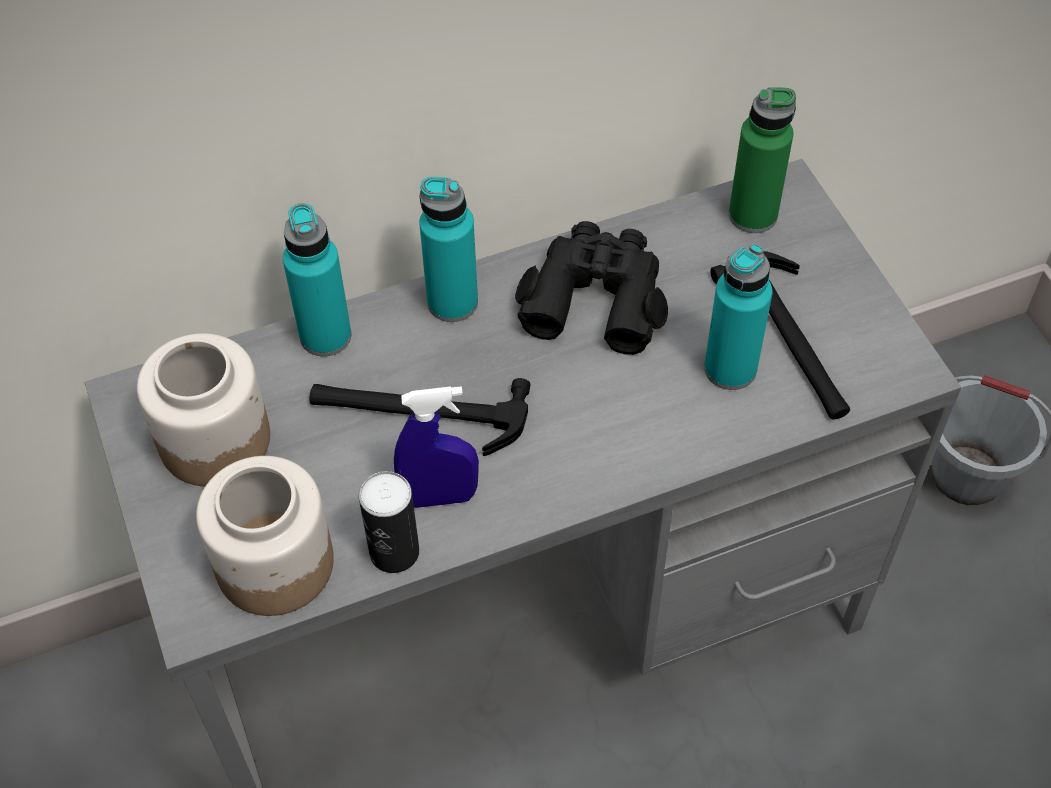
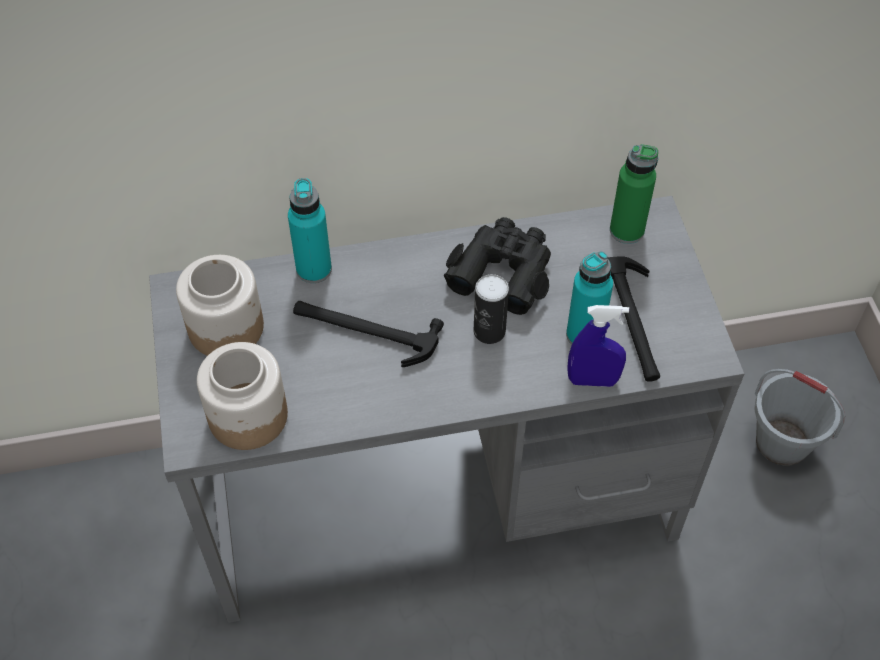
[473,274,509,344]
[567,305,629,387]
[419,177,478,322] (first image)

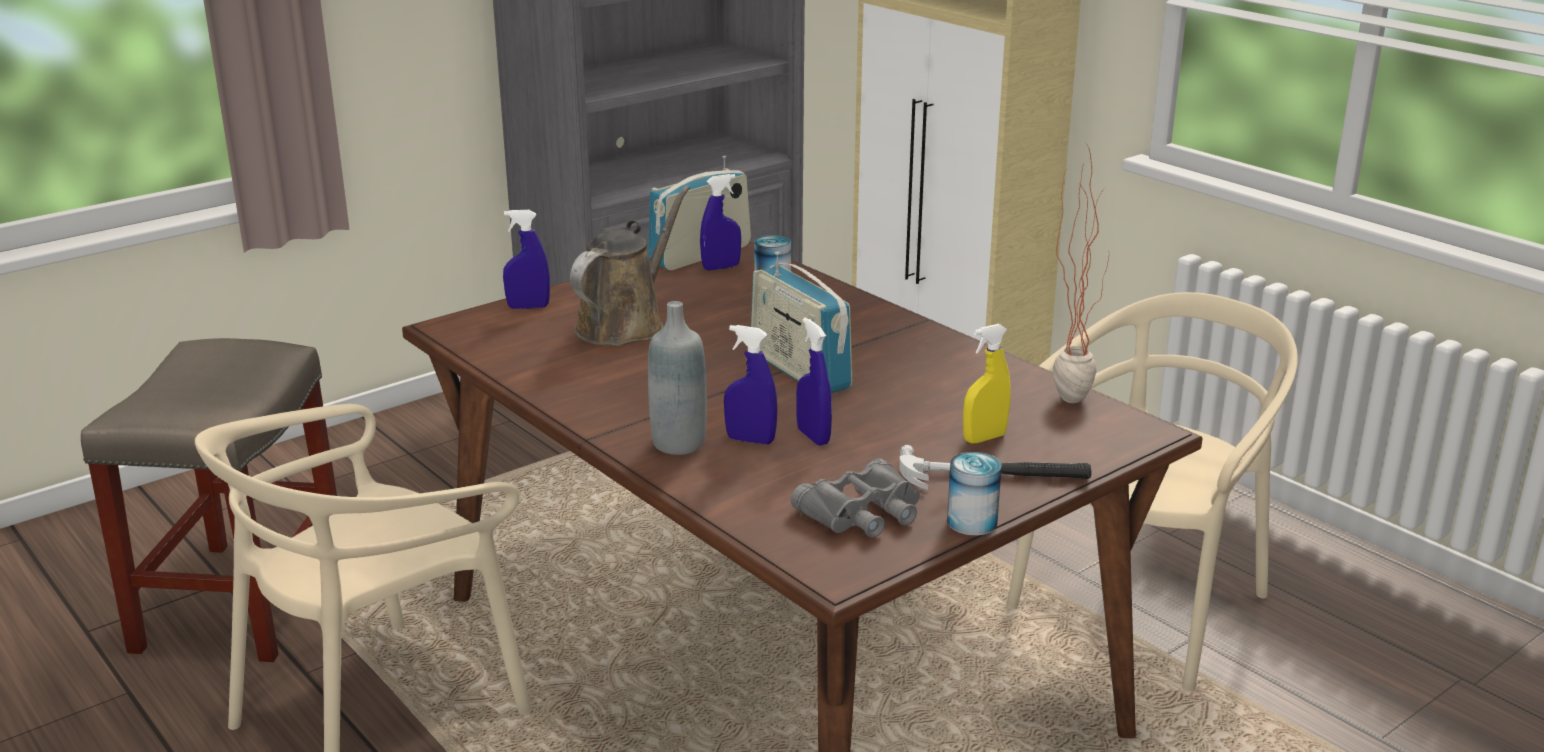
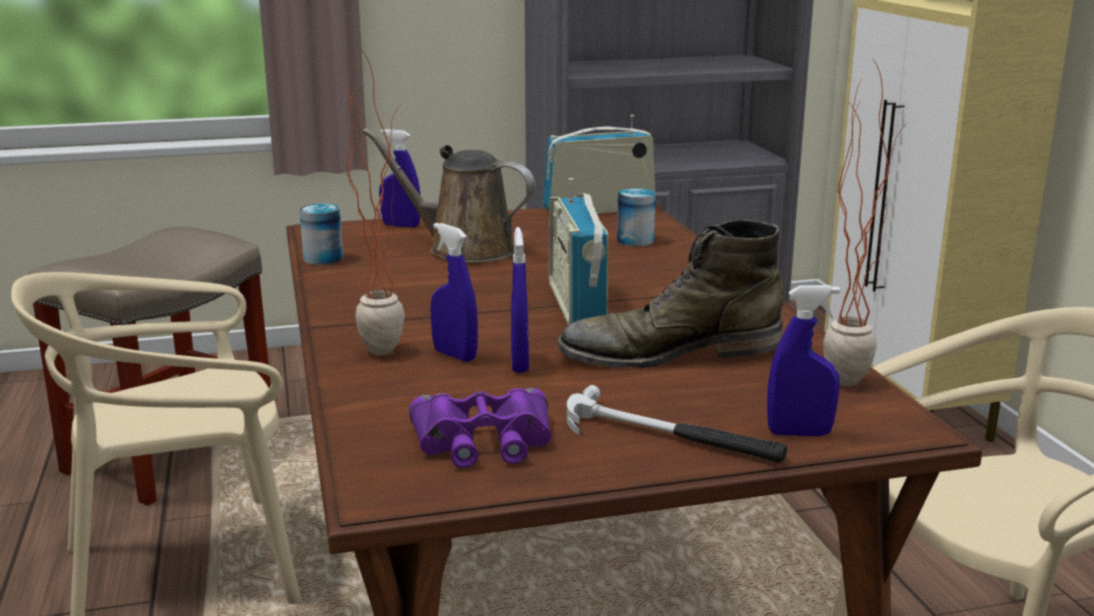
[300,203,343,265]
[344,46,405,355]
[362,128,536,263]
[409,388,551,468]
[557,220,784,368]
[767,285,840,437]
[963,324,1011,443] (first image)

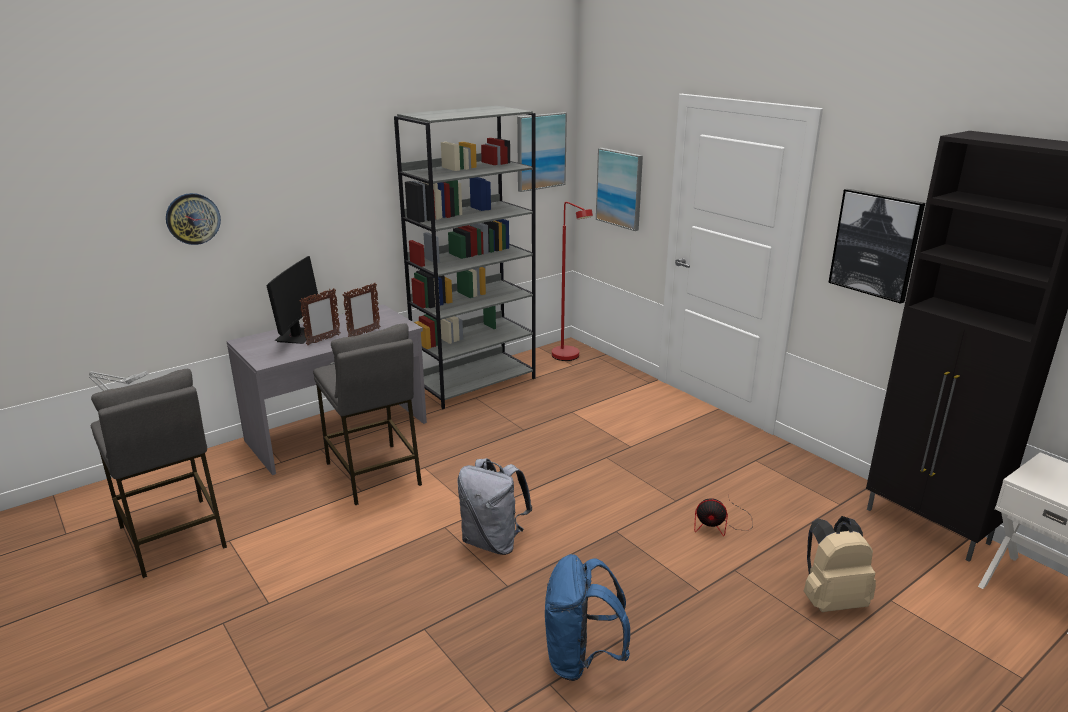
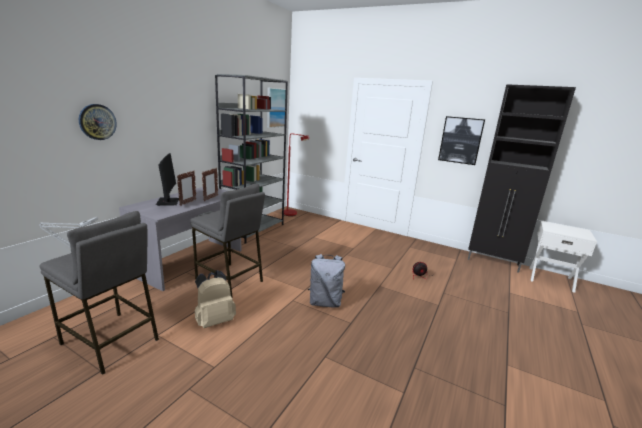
[195,271,236,328]
[545,554,630,681] (first image)
[596,148,643,231] (first image)

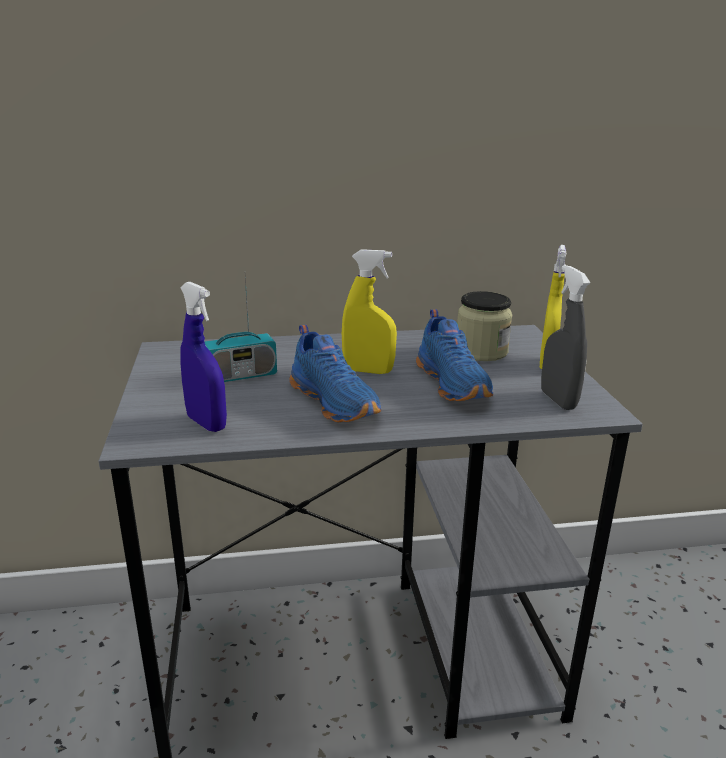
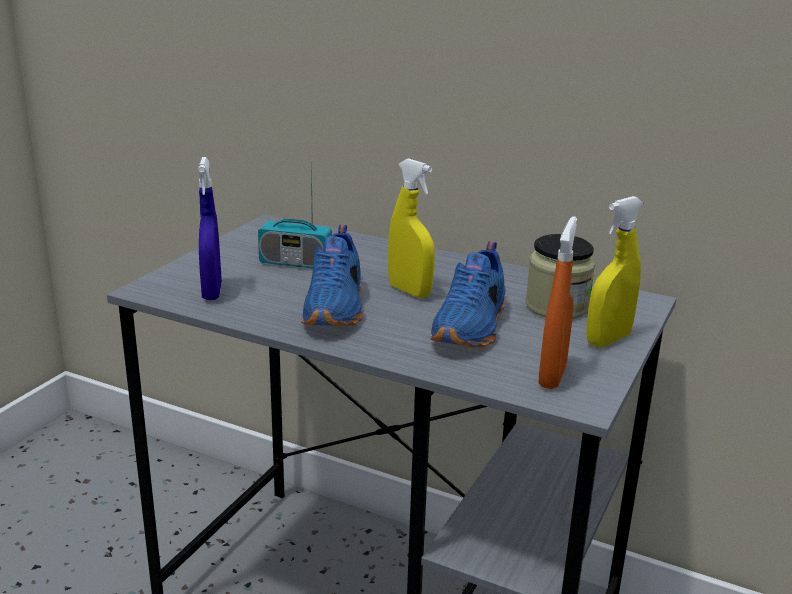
[539,216,577,389]

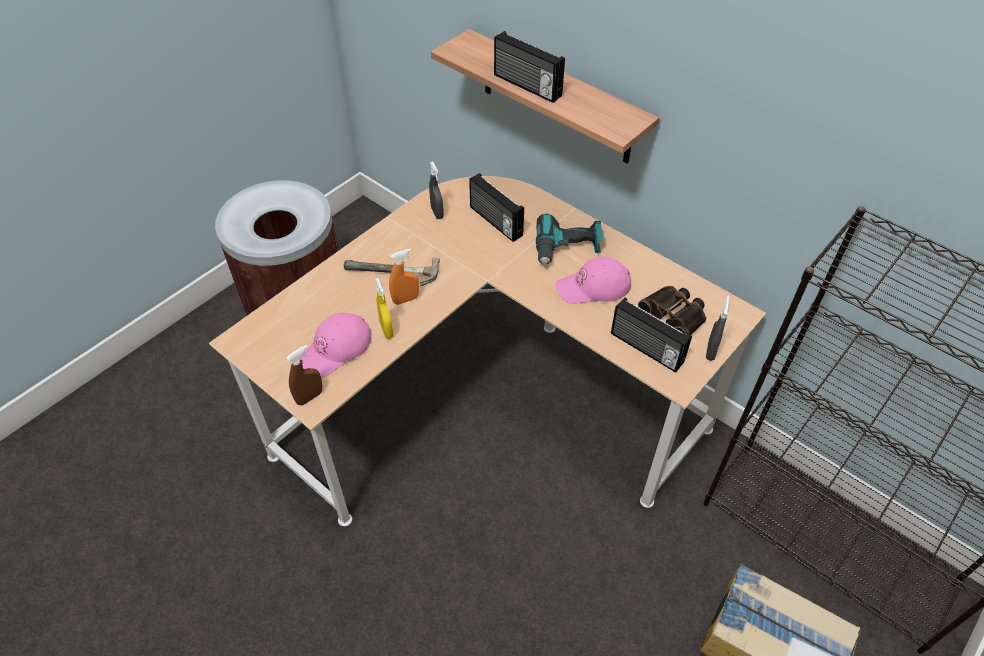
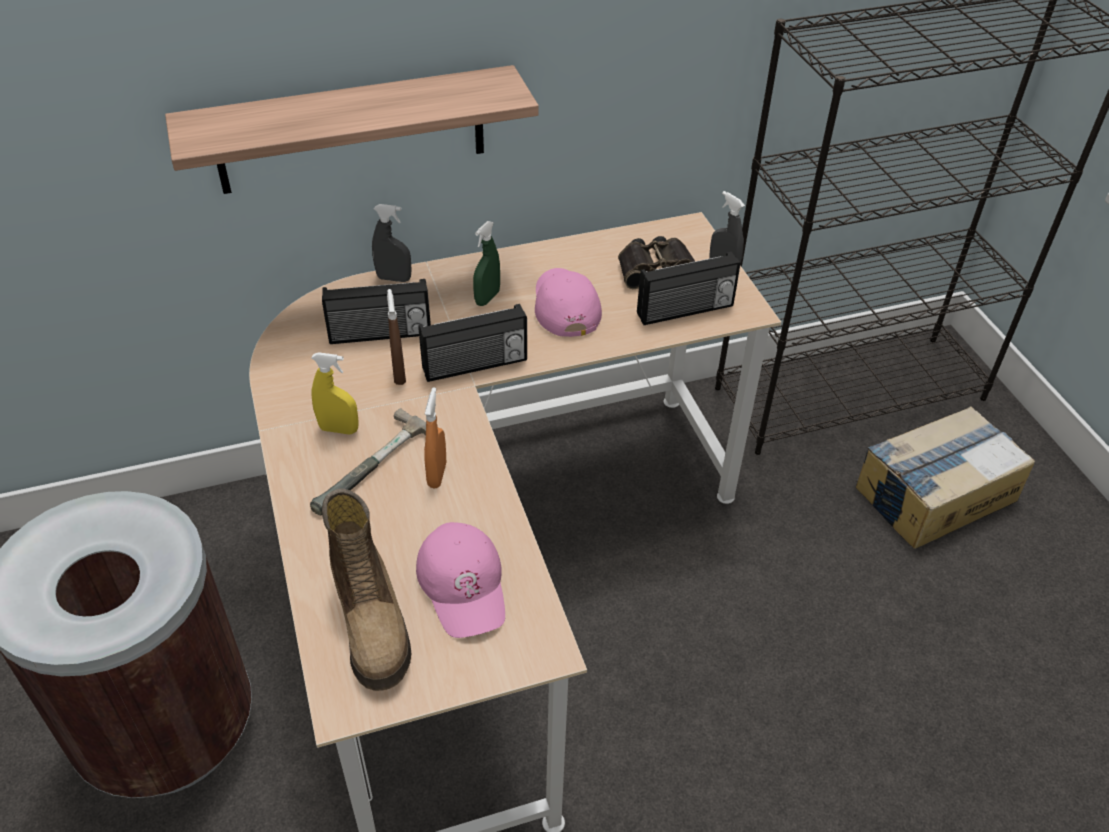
[311,352,358,434]
[322,489,411,691]
[372,204,412,282]
[387,289,406,385]
[418,304,527,382]
[473,221,500,306]
[535,268,602,337]

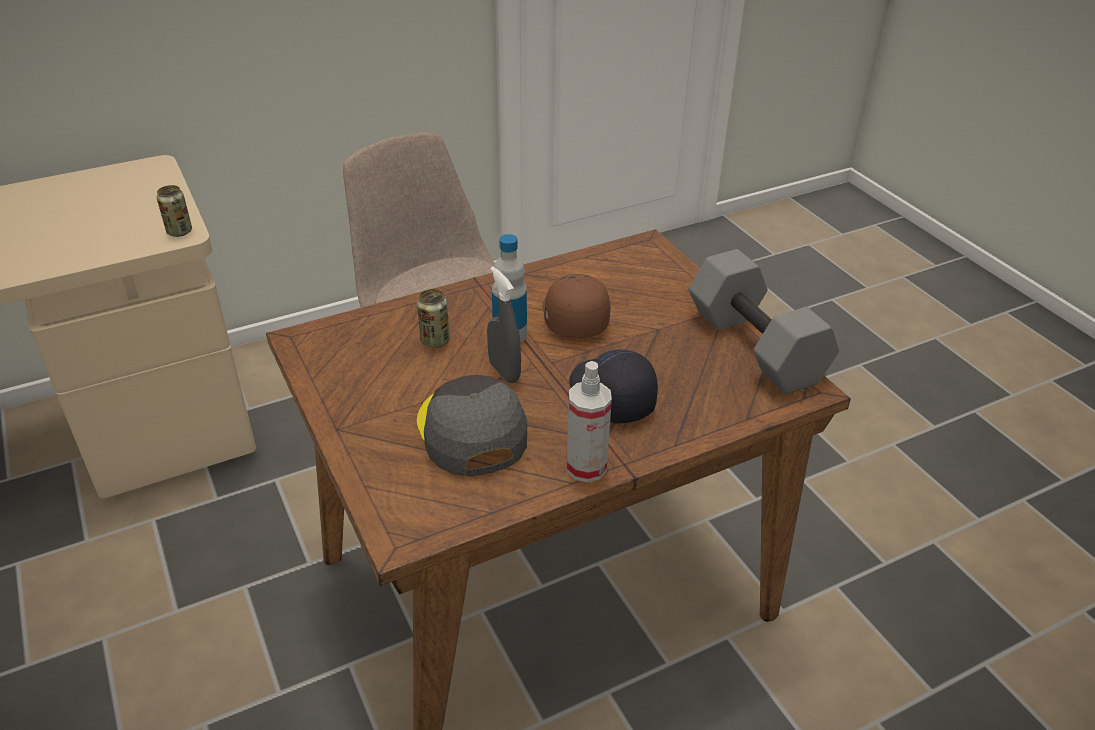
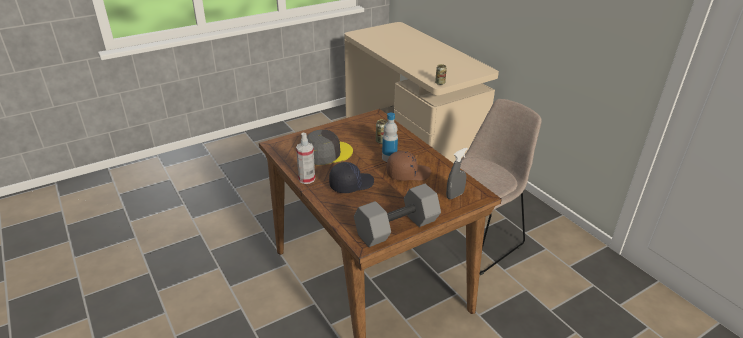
[446,148,468,199]

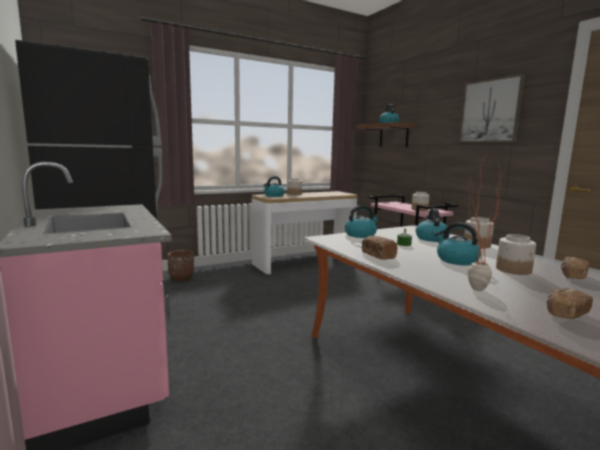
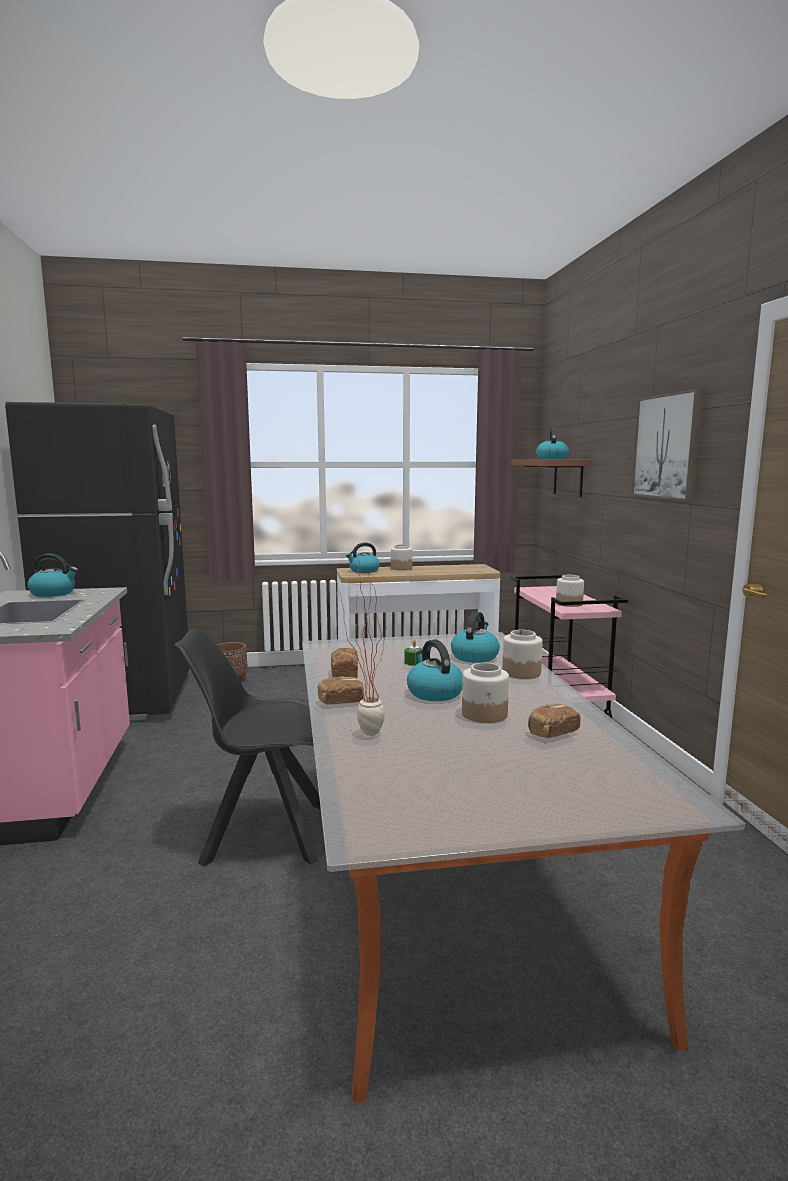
[27,553,78,597]
[175,628,320,866]
[318,677,364,704]

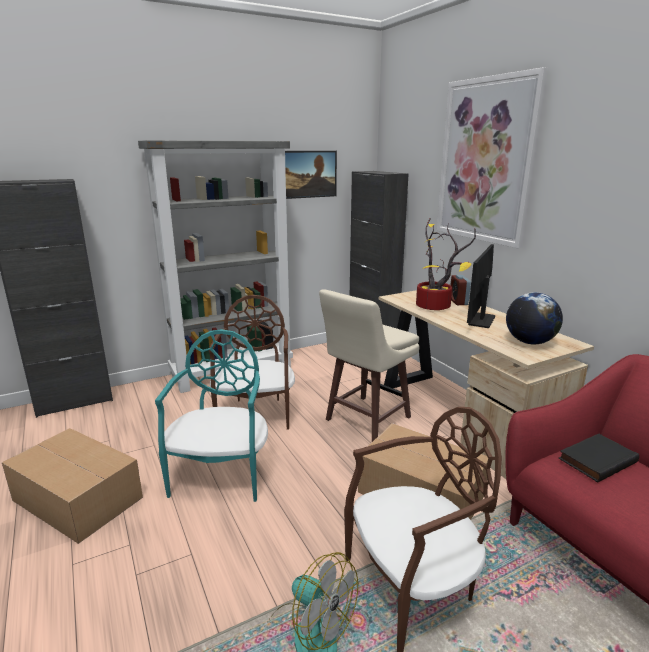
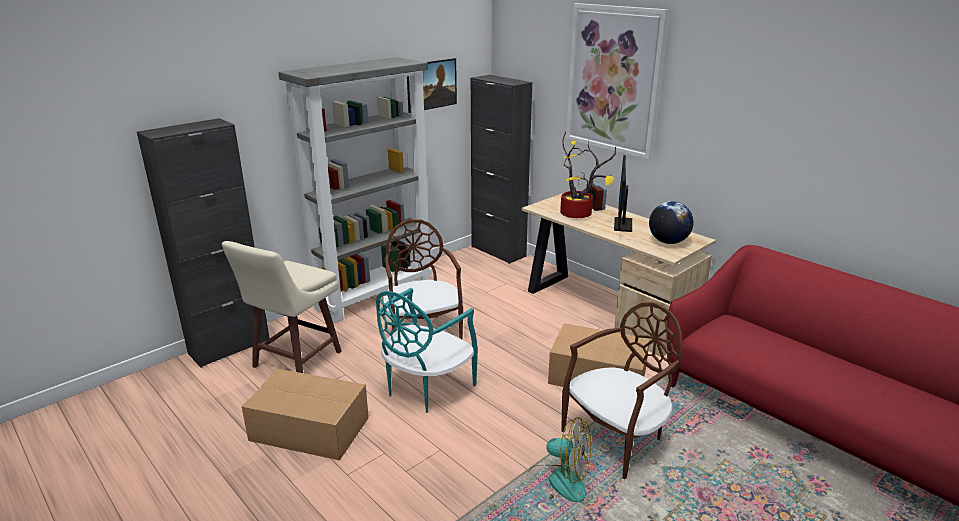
[222,241,342,373]
[376,288,478,413]
[558,434,639,483] (first image)

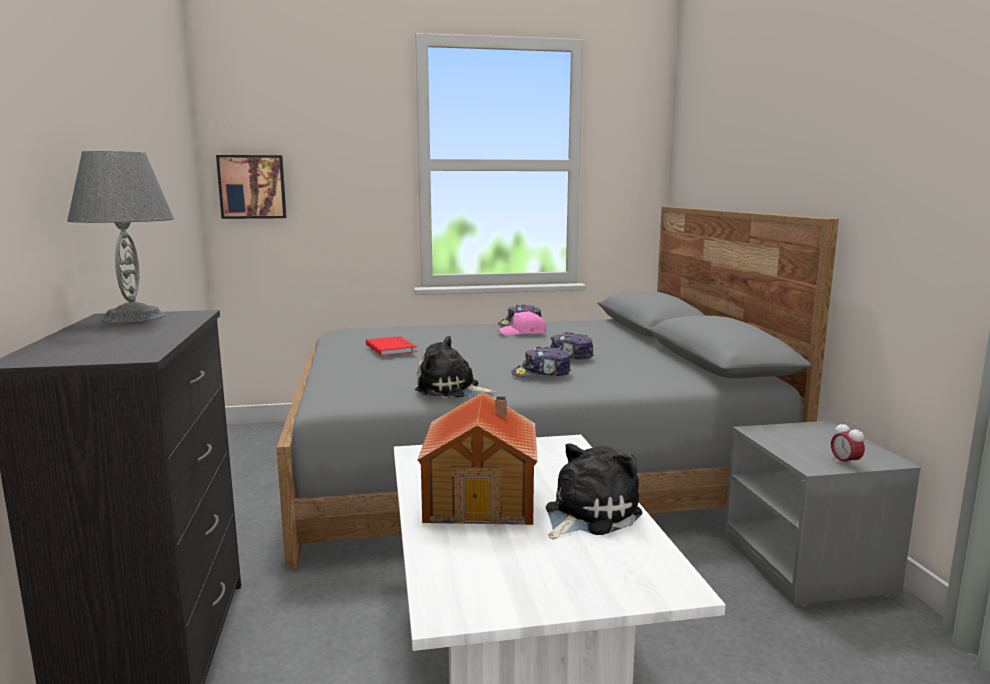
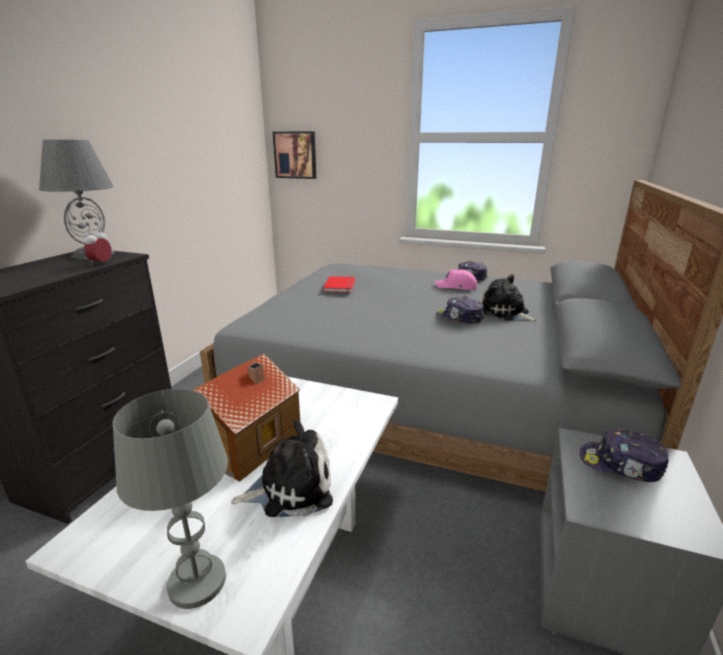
[84,229,112,266]
[113,389,228,609]
[482,274,539,322]
[580,429,669,482]

